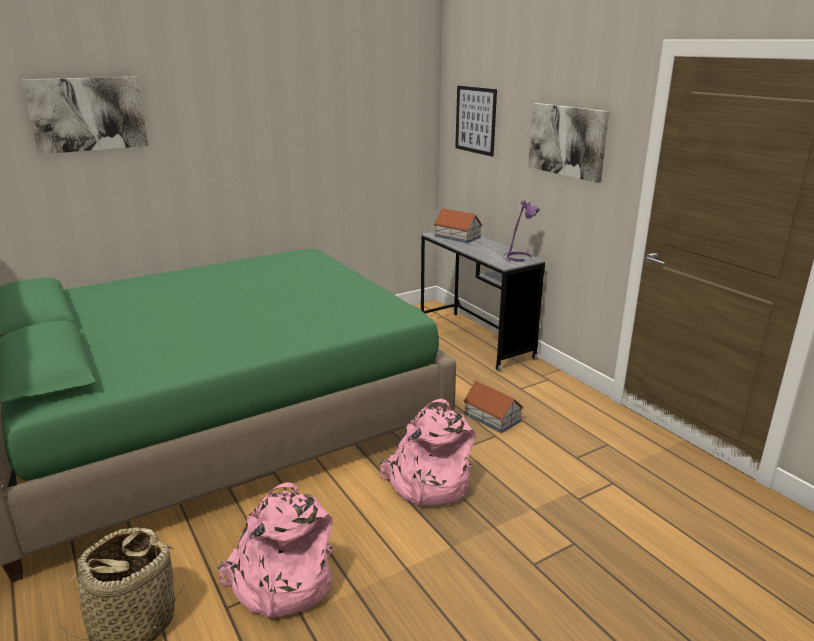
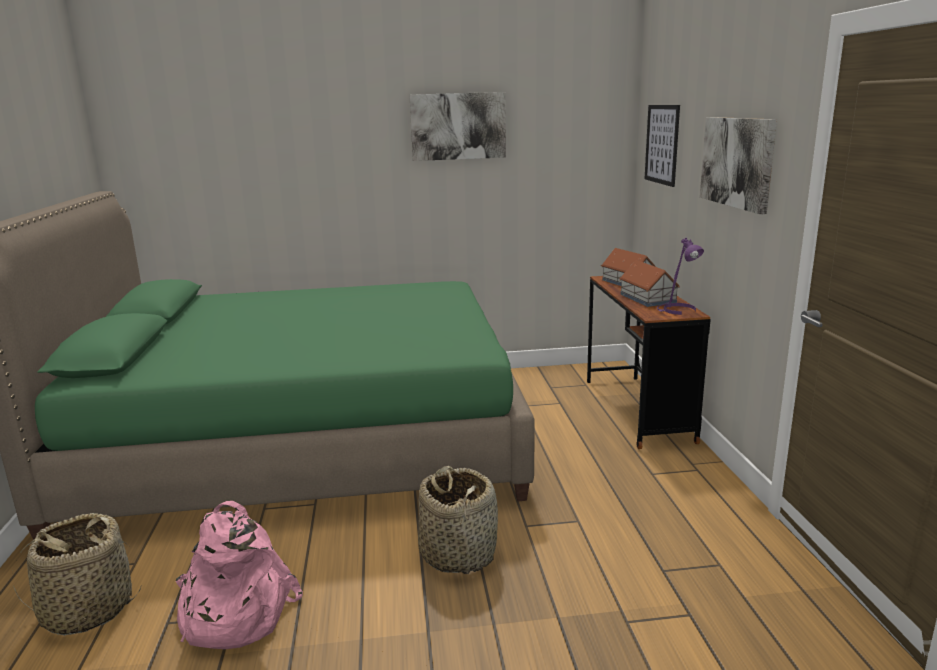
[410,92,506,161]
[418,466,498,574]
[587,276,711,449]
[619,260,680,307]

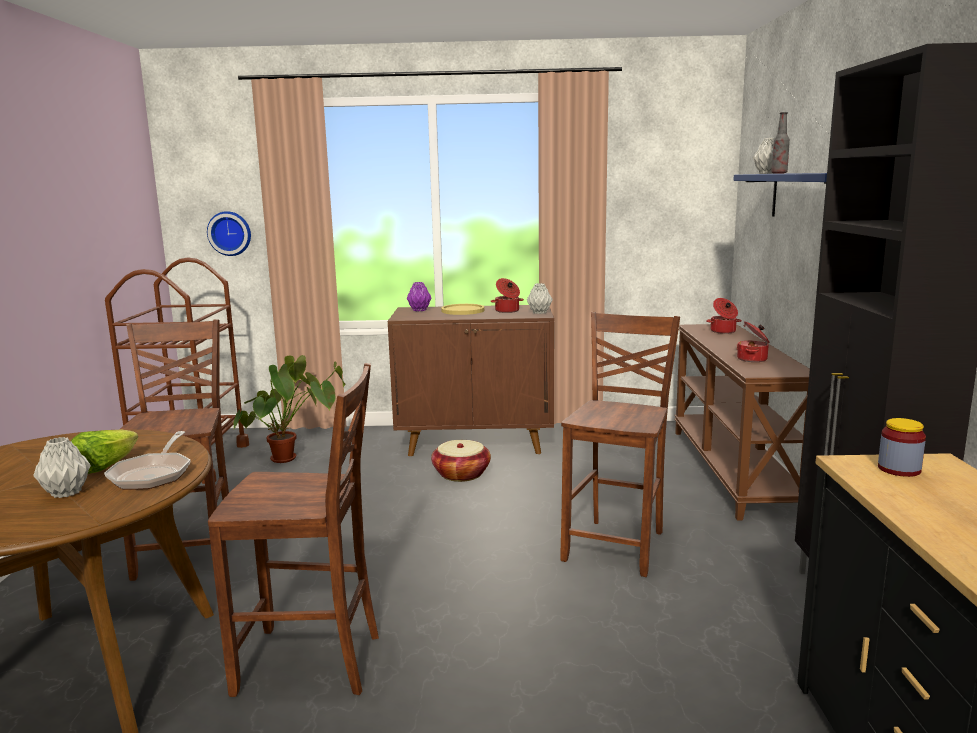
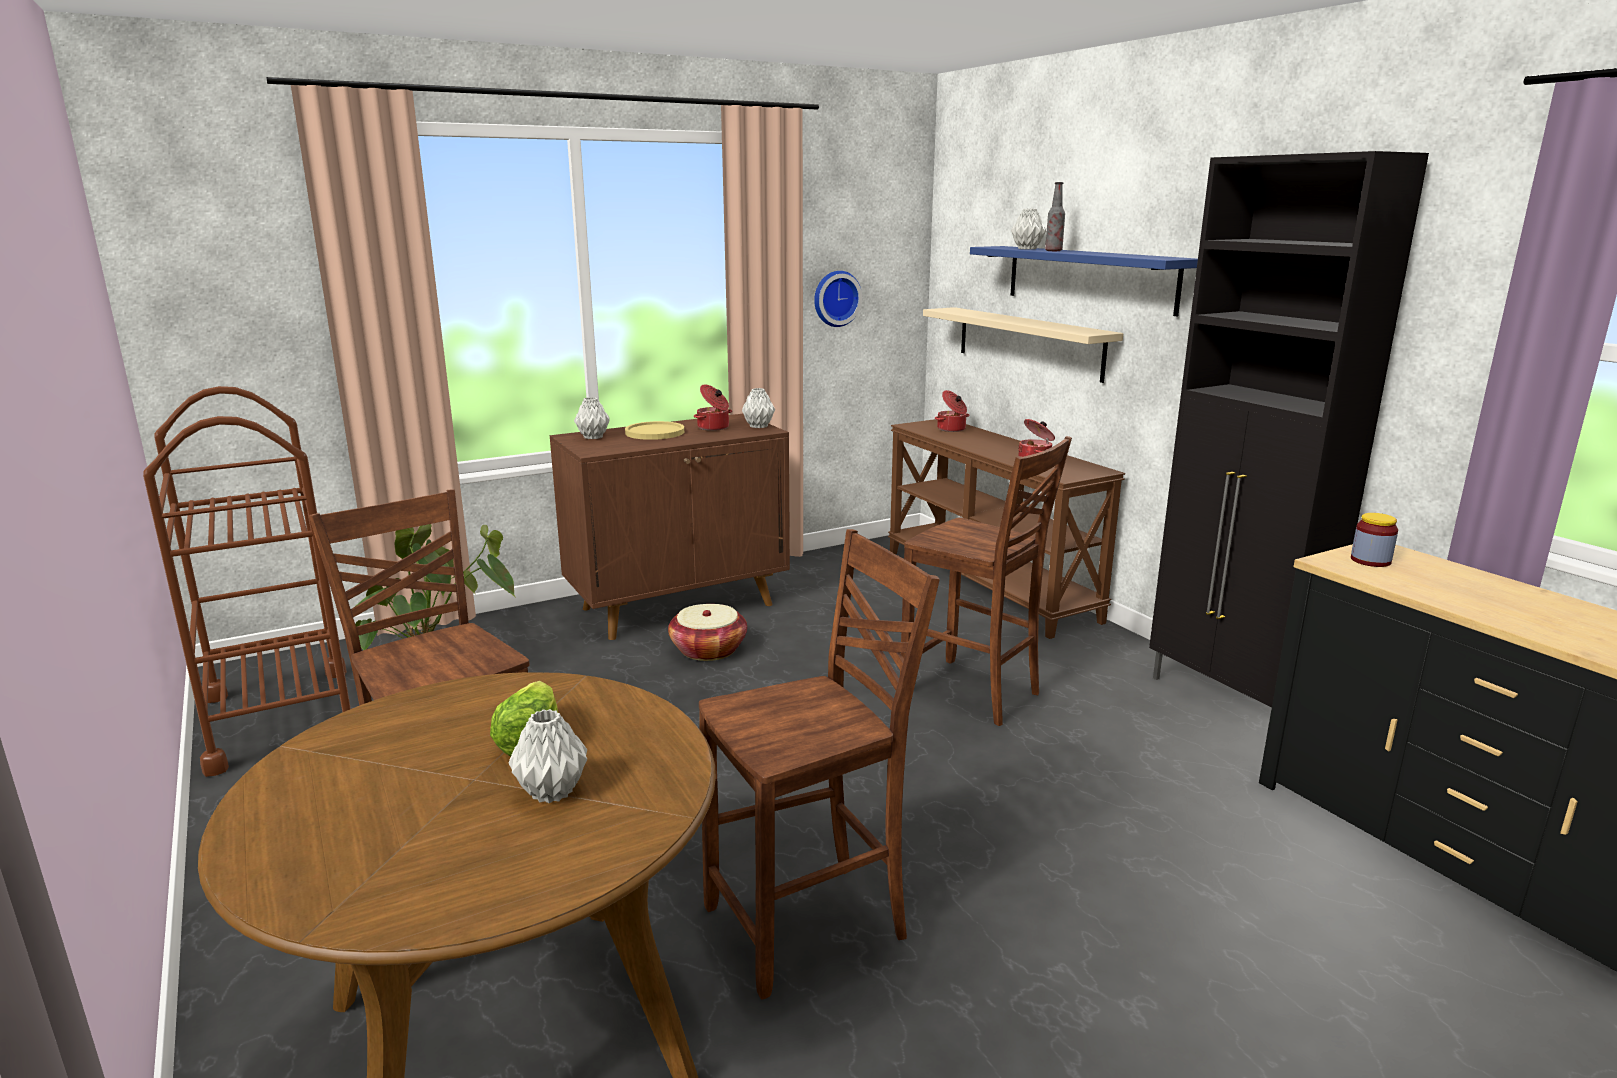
[574,397,610,439]
[814,271,862,327]
[900,436,1072,726]
[923,307,1123,383]
[104,431,191,490] (first image)

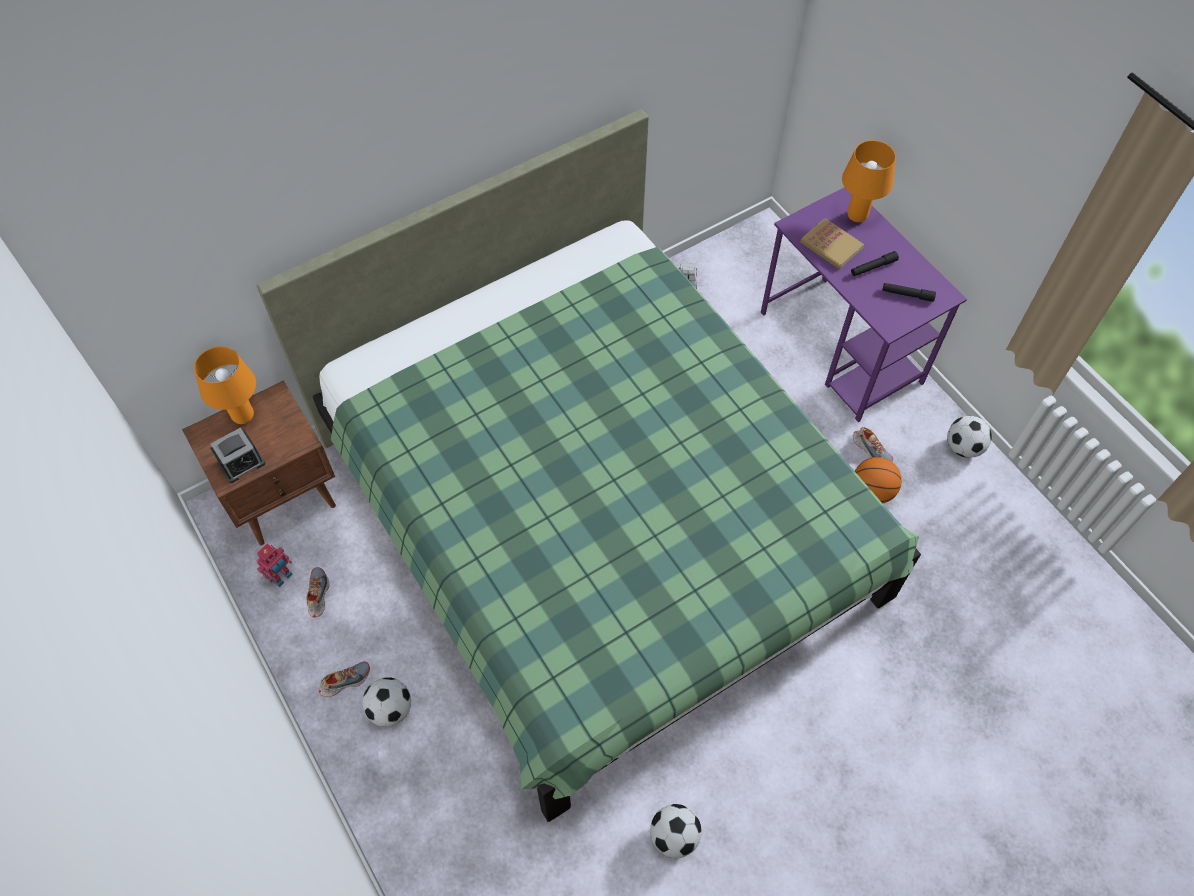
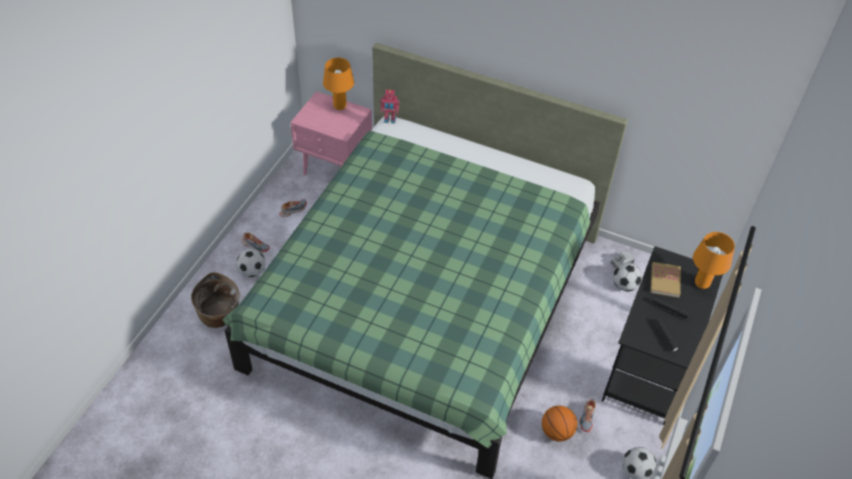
[191,272,239,328]
[290,91,372,176]
[380,90,400,124]
[602,246,723,425]
[613,263,642,291]
[211,428,265,483] (first image)

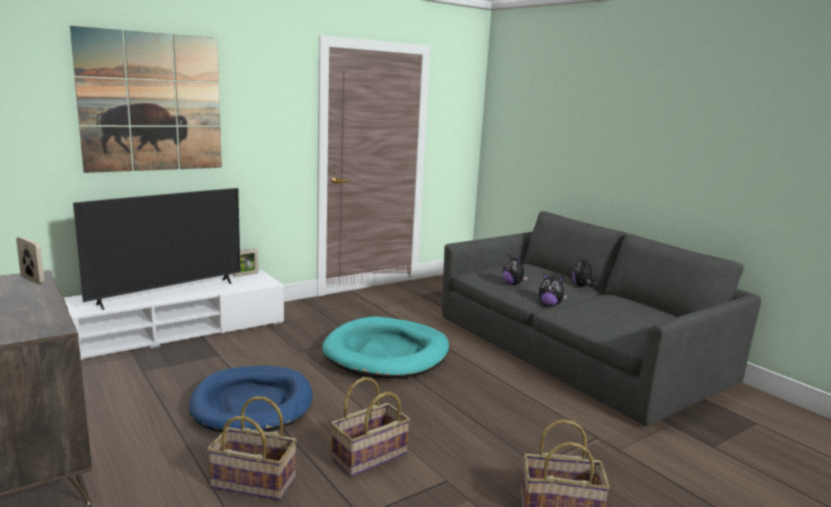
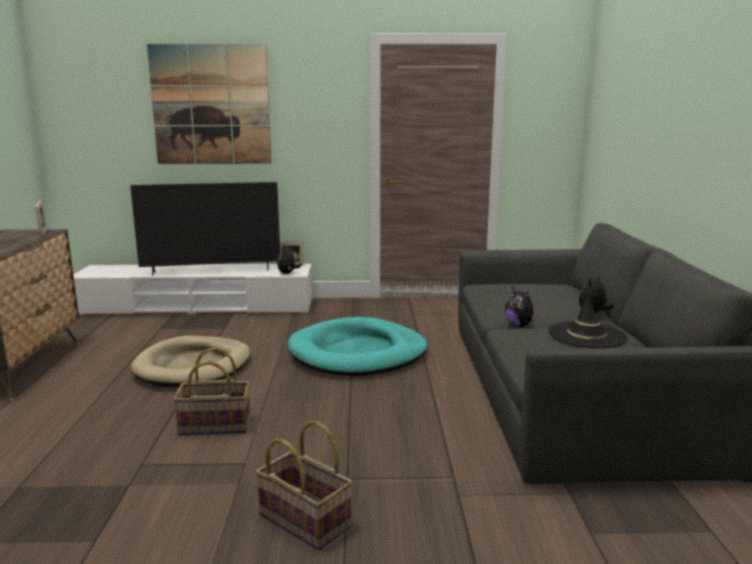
[130,336,250,387]
[277,246,302,274]
[549,291,627,348]
[207,396,297,501] (first image)

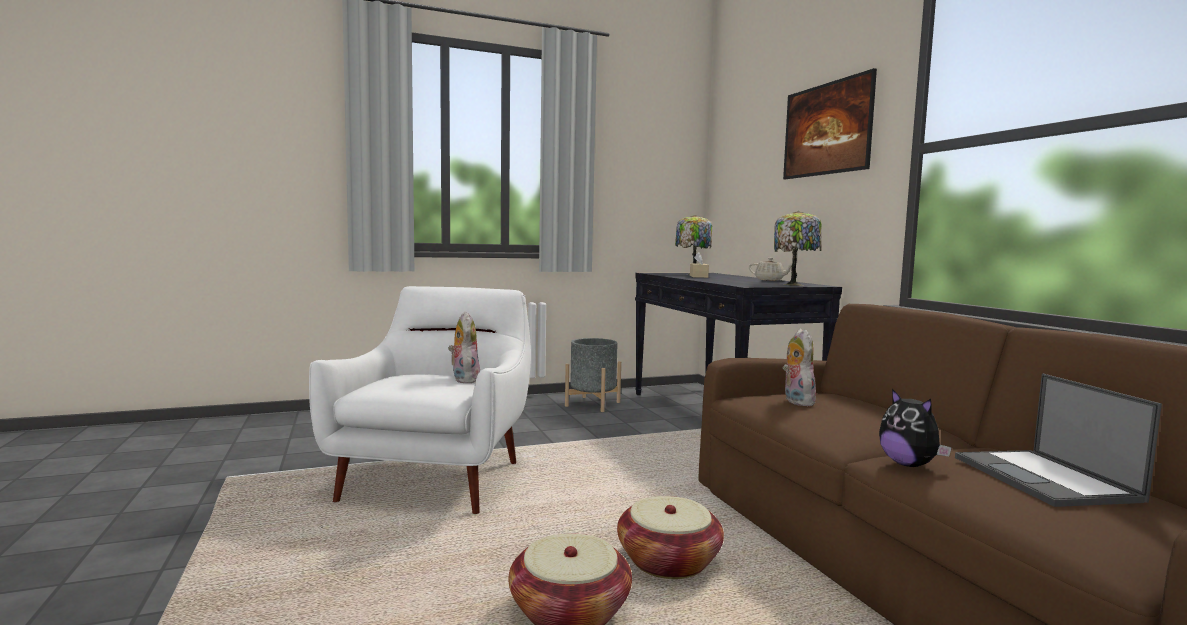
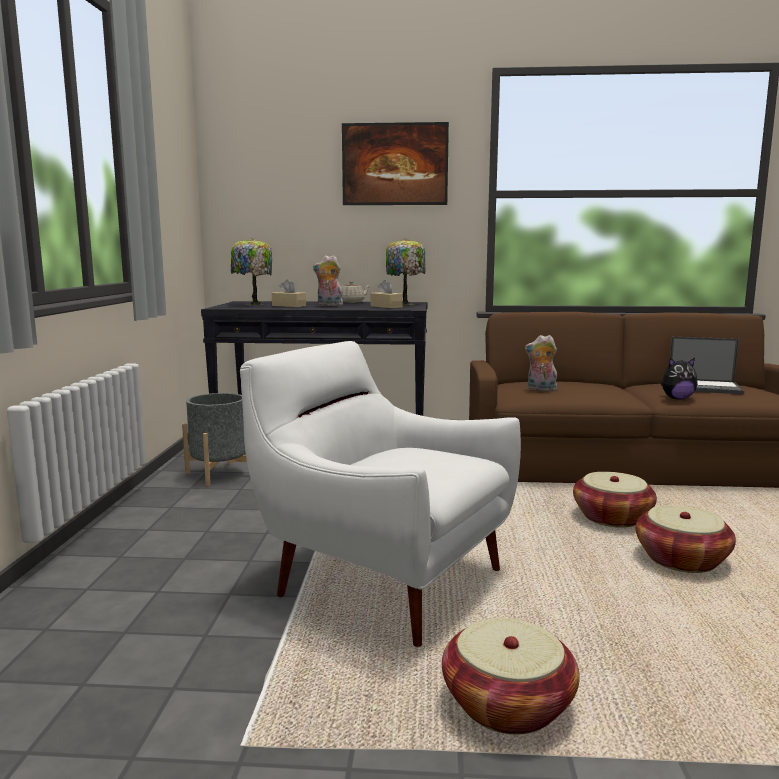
[313,255,343,306]
[371,280,403,308]
[442,618,580,734]

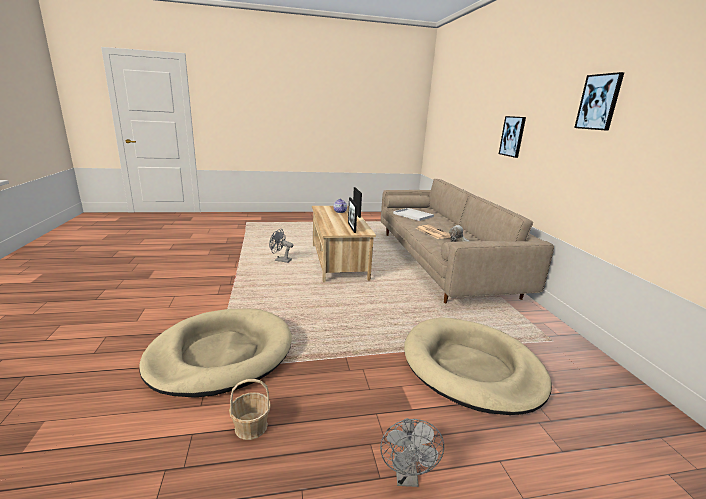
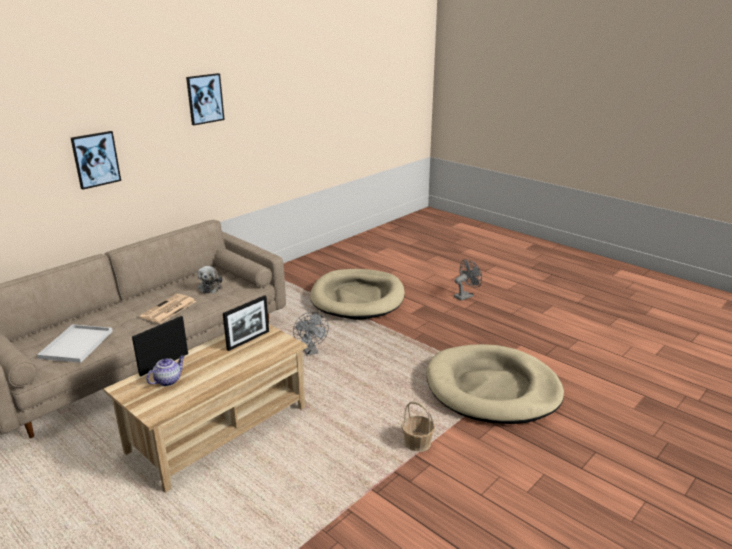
[293,312,329,356]
[401,401,435,452]

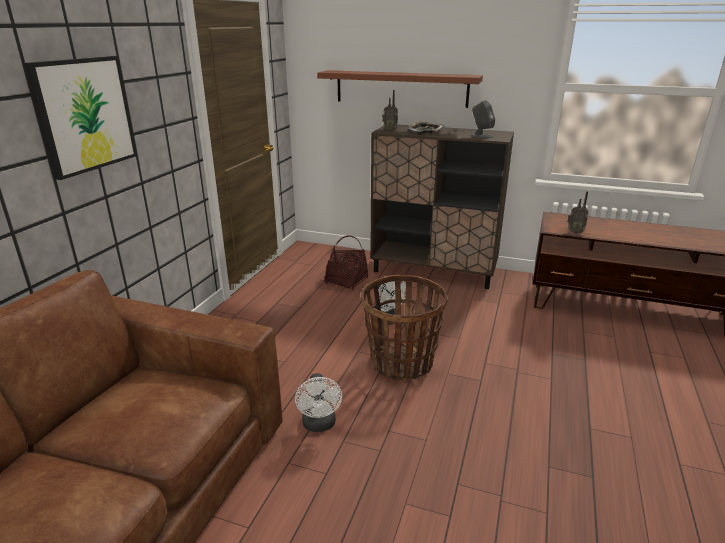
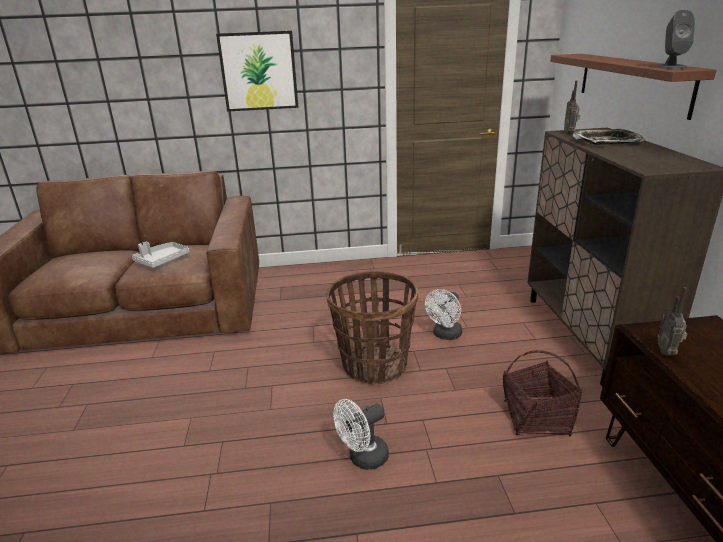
[132,242,190,268]
[333,399,389,470]
[503,350,582,436]
[657,10,695,69]

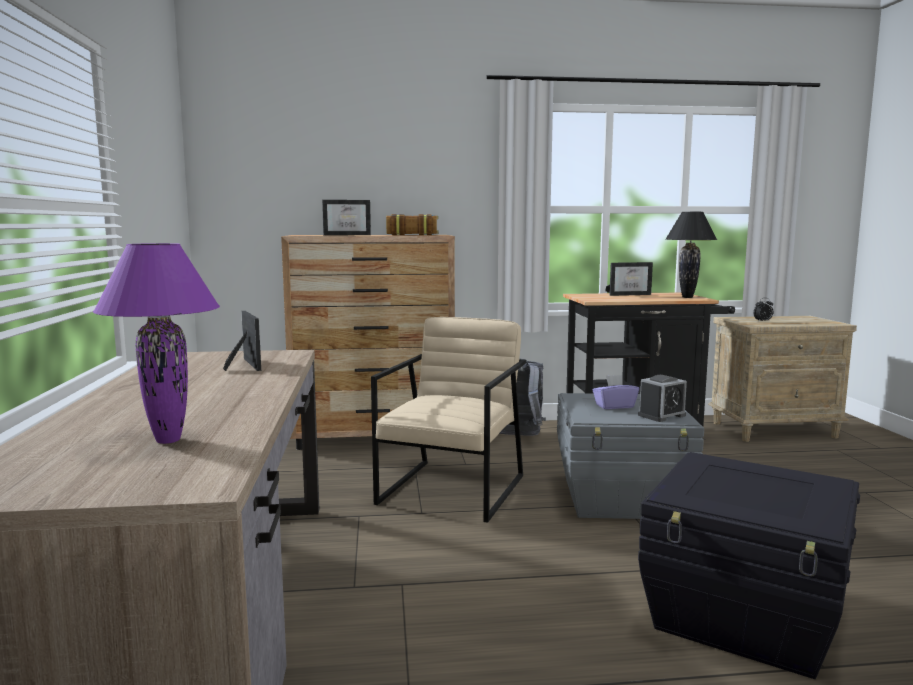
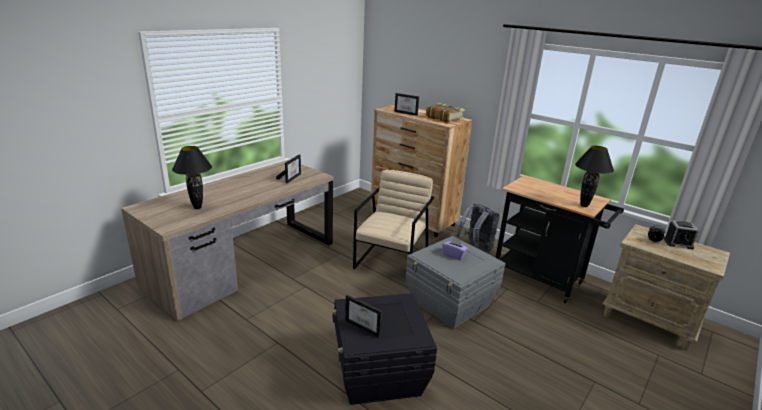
[172,146,212,209]
[345,295,382,338]
[353,170,434,269]
[664,220,699,250]

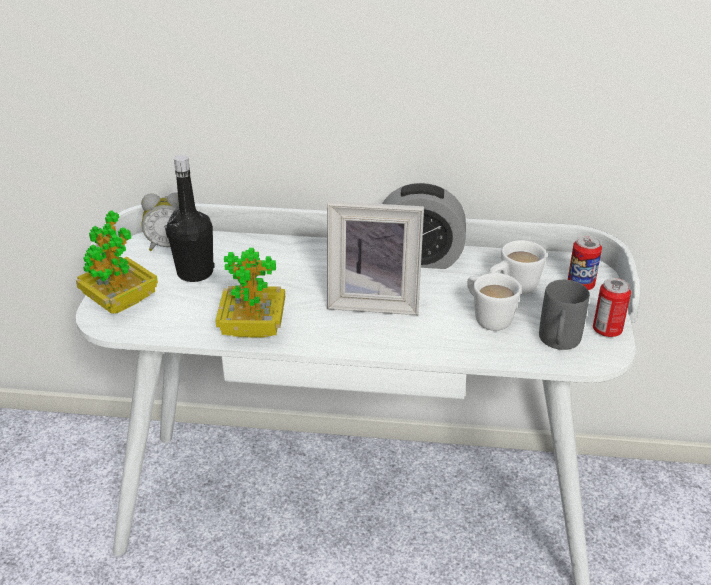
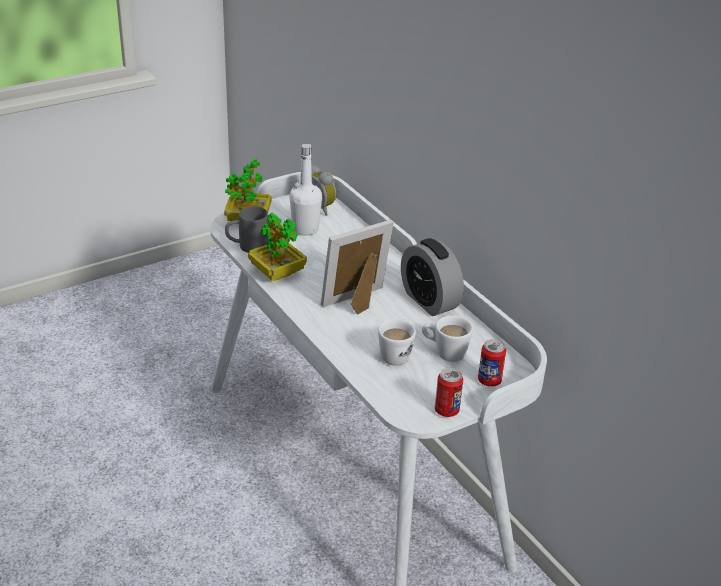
[225,206,269,253]
[289,144,322,236]
[321,220,394,315]

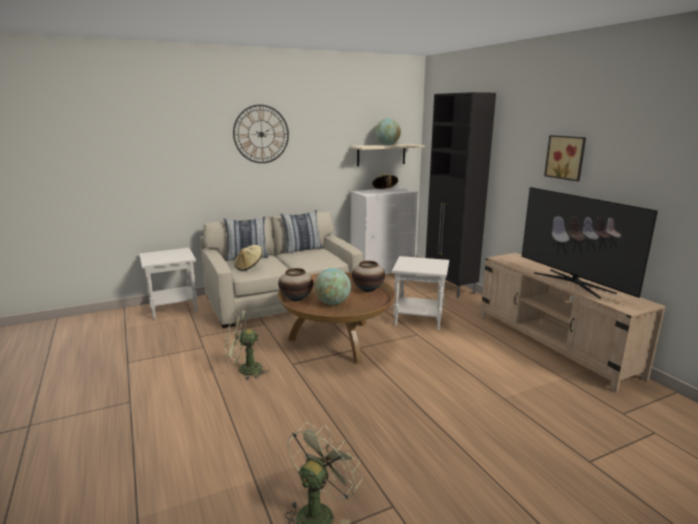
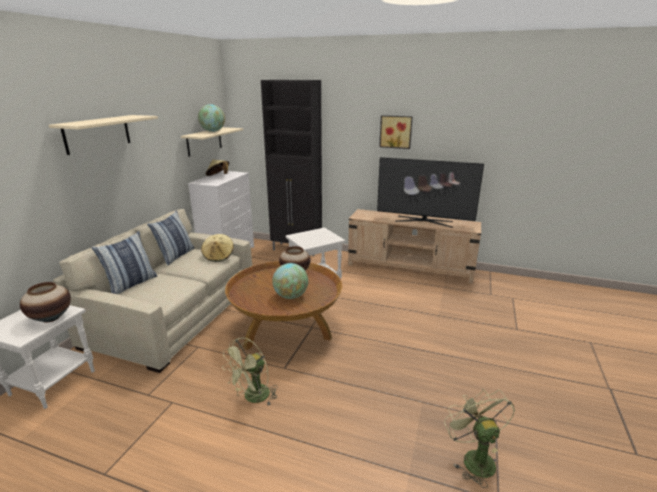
[20,282,71,323]
[49,115,158,155]
[201,234,234,262]

